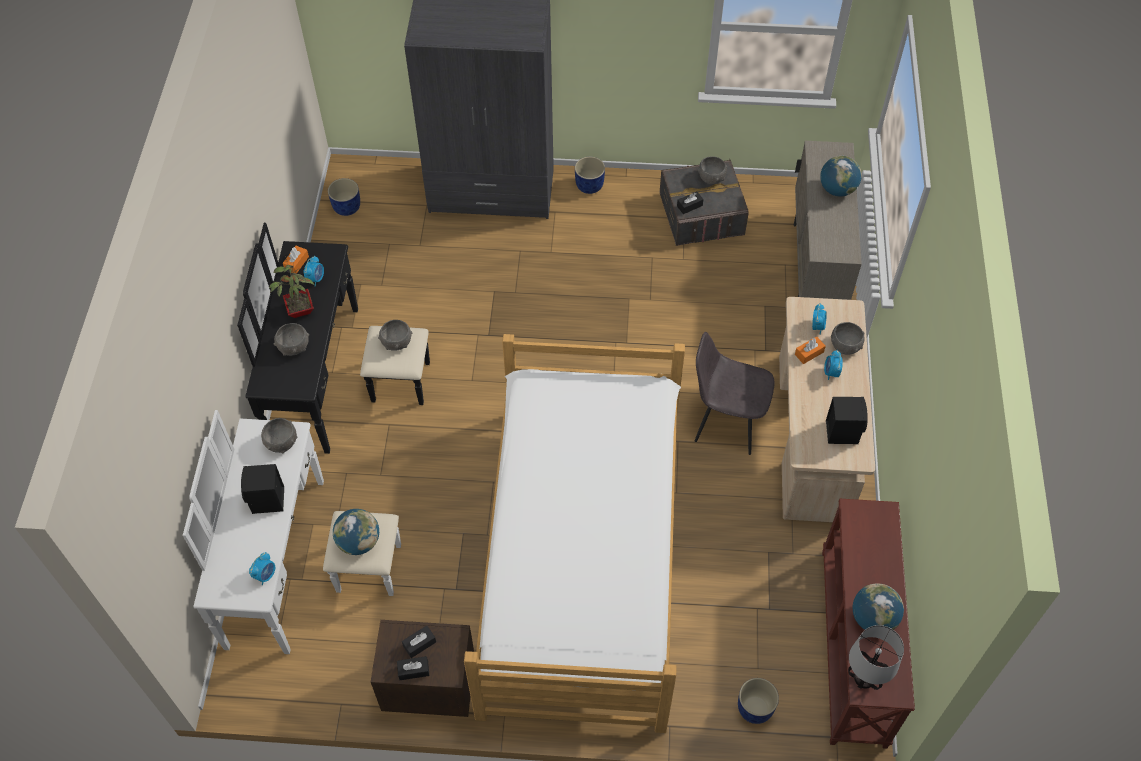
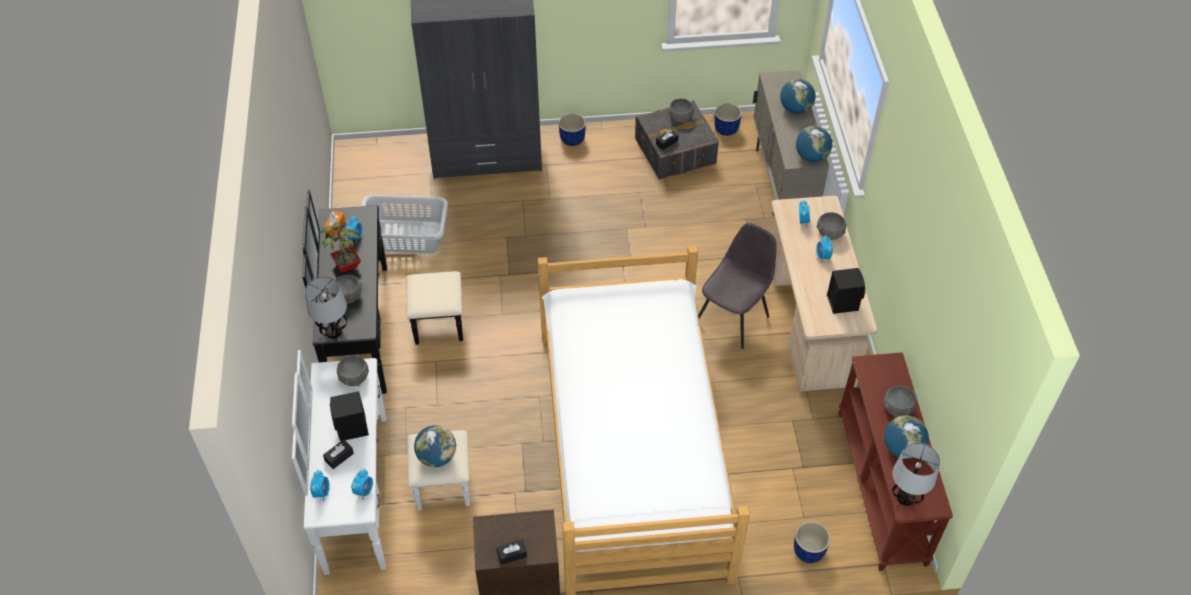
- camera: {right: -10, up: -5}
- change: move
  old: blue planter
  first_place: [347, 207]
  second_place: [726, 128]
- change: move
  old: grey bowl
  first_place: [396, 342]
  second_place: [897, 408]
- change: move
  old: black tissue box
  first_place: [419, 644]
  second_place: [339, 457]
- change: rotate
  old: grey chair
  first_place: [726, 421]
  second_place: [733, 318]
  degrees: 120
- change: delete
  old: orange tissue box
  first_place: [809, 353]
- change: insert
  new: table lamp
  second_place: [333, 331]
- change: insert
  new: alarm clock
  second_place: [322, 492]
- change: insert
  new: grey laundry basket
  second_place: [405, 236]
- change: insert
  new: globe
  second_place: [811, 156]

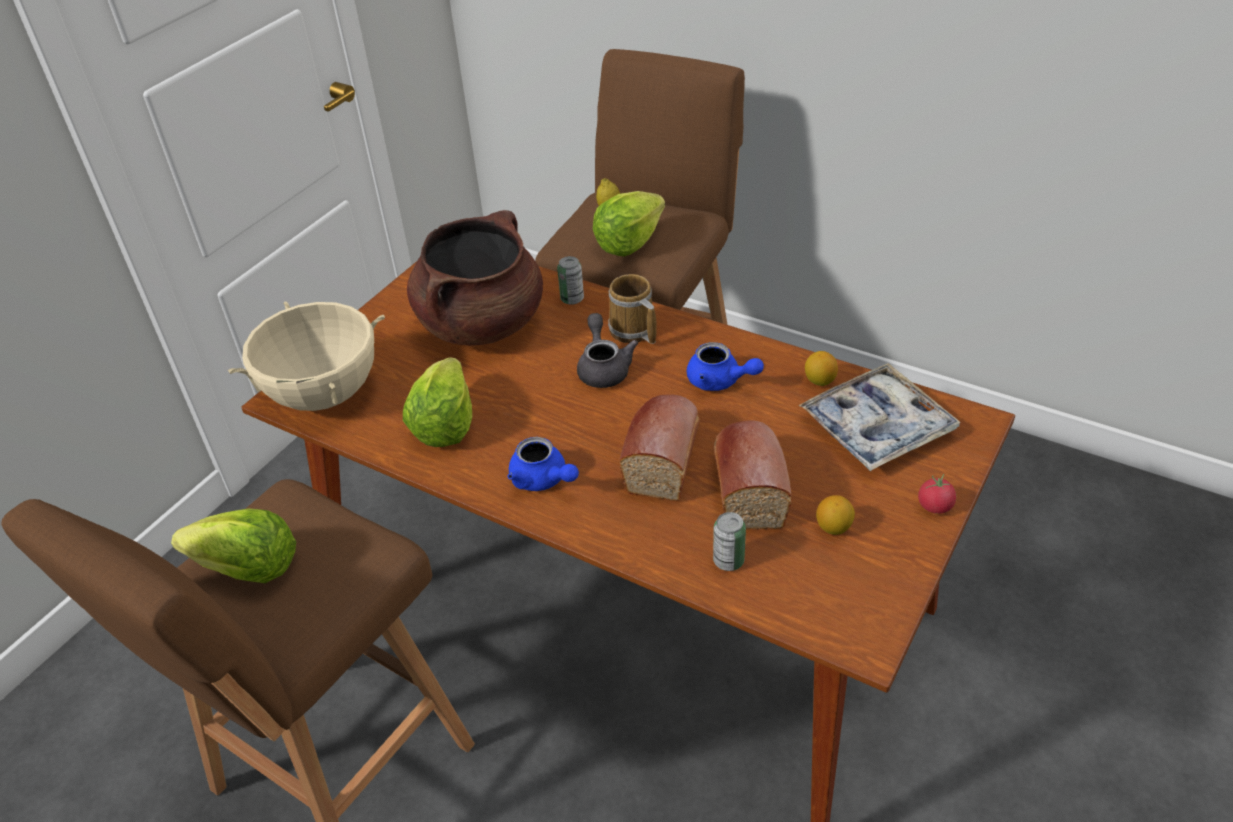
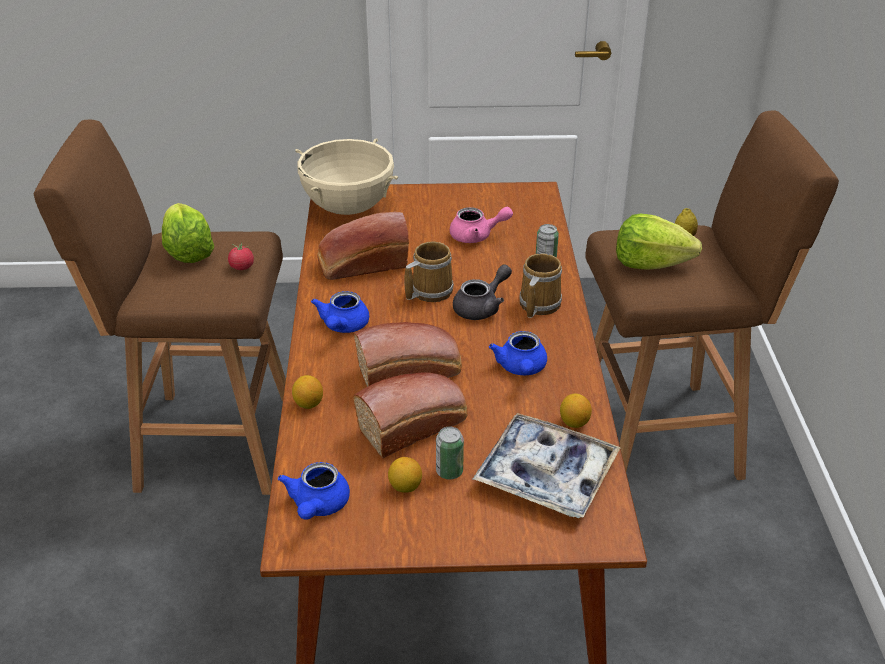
- camera: {right: 55, up: -5}
- change: replace
  old: lettuce
  new: bread
  first_place: [445, 424]
  second_place: [361, 264]
- change: replace
  old: brown cooking pot
  new: pink teapot
  first_place: [482, 323]
  second_place: [477, 236]
- change: move
  old: can
  first_place: [728, 561]
  second_place: [449, 471]
- change: move
  old: tomato
  first_place: [934, 506]
  second_place: [242, 267]
- change: insert
  new: blue teapot
  second_place: [317, 506]
- change: insert
  new: lemon
  second_place: [308, 404]
- change: insert
  new: mug
  second_place: [429, 291]

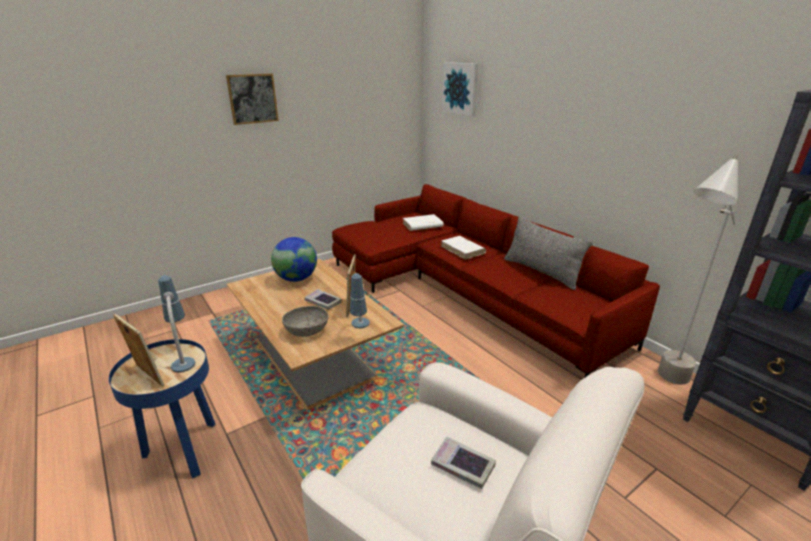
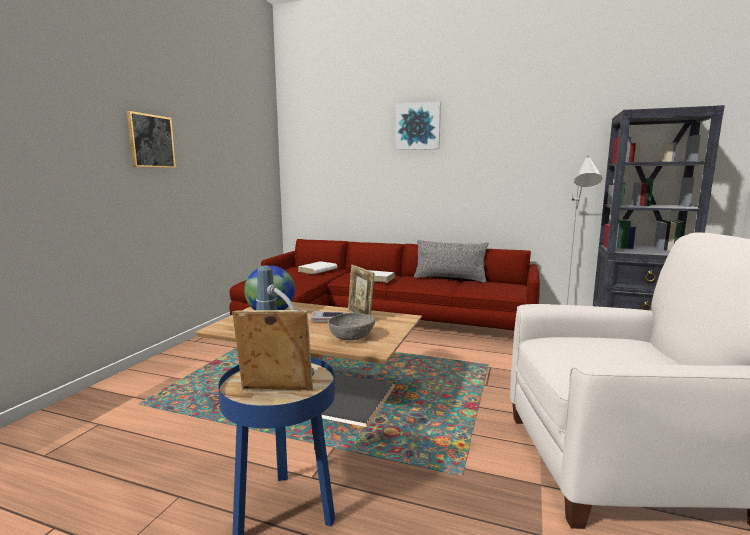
- camera: {right: -35, up: -15}
- change: delete
  old: table lamp
  first_place: [360, 330]
- change: delete
  old: book
  first_place: [462, 466]
- change: move
  old: picture
  first_place: [460, 88]
  second_place: [418, 126]

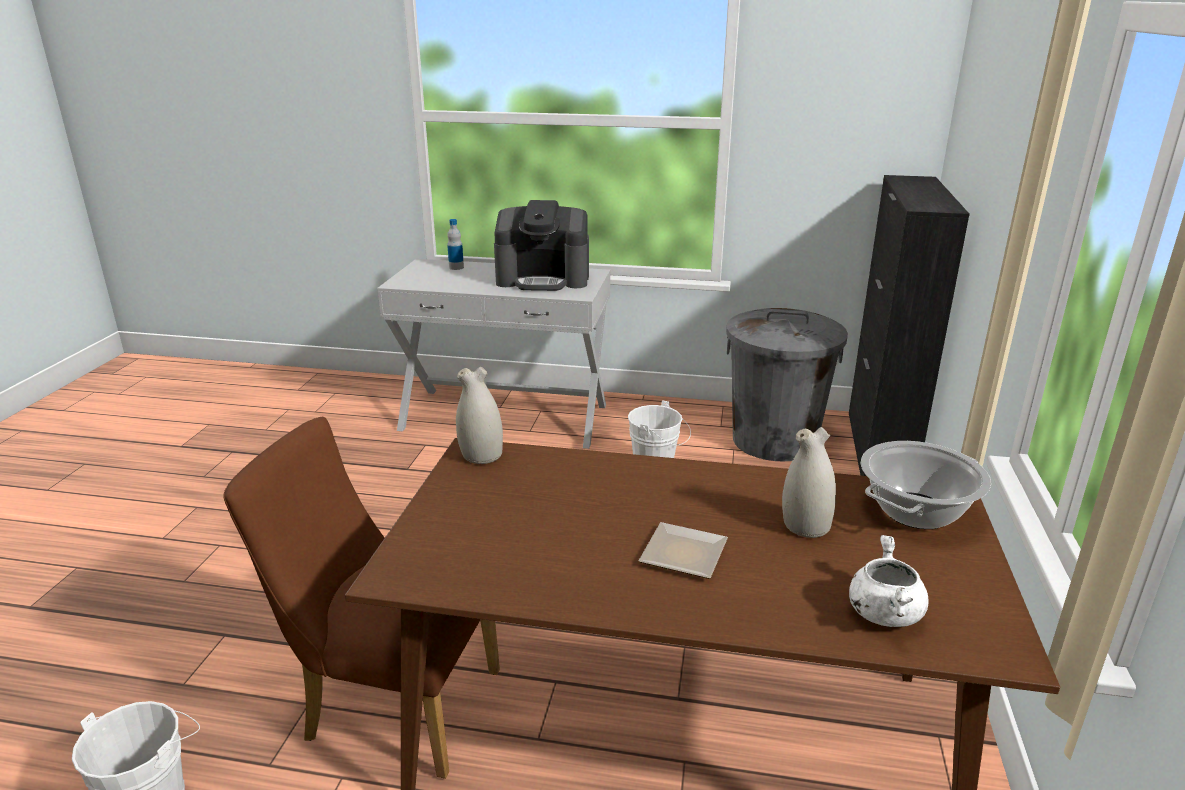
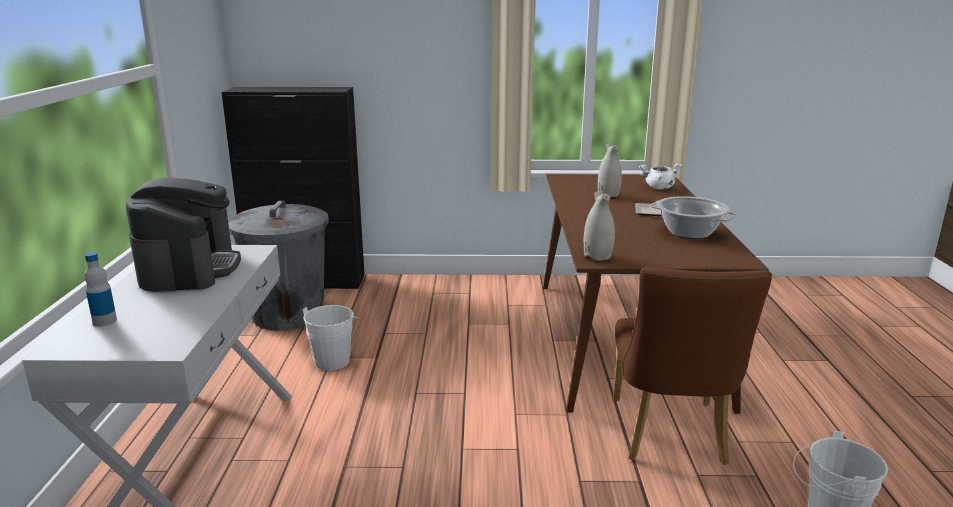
- camera: {right: -100, up: -5}
- change: move
  old: cooking pot
  first_place: [916, 511]
  second_place: [689, 232]

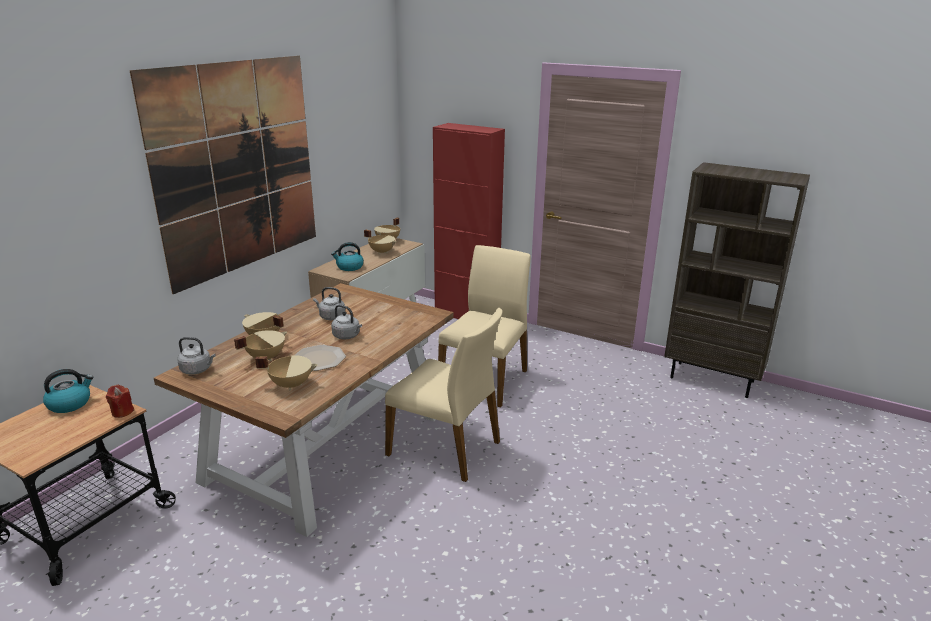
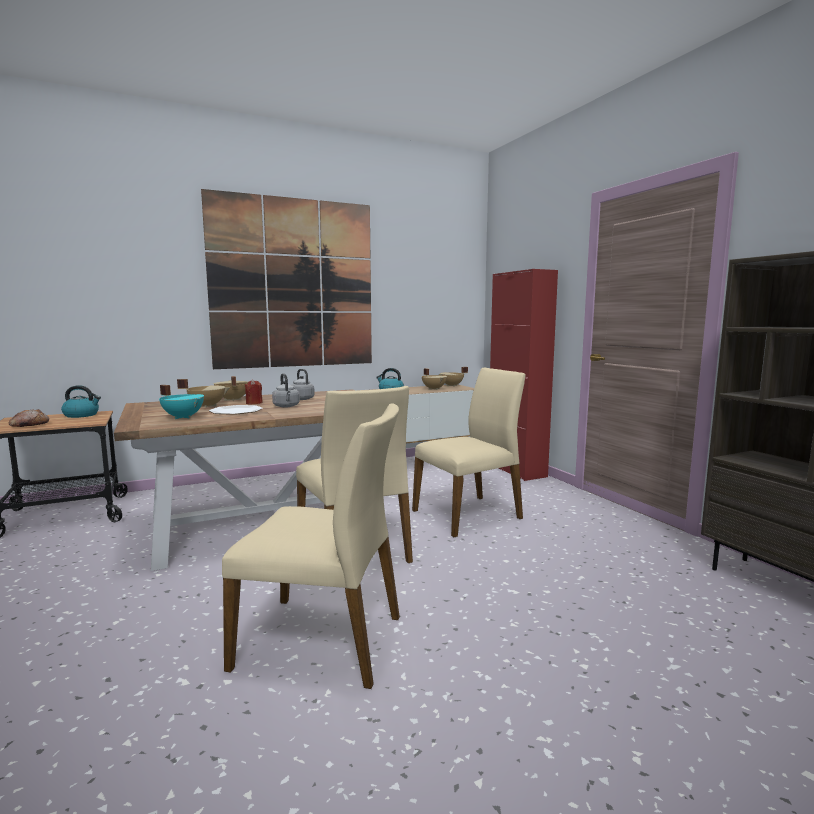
- camera: {right: 35, up: -15}
- change: move
  old: red candle
  first_place: [122, 412]
  second_place: [254, 403]
- change: delete
  old: grey kettle
  first_place: [197, 370]
- change: recolor
  old: beige cooking pot
  new: turquoise cooking pot
  first_place: [291, 384]
  second_place: [183, 417]
- change: insert
  new: bread
  second_place: [29, 425]
- change: insert
  new: beige chair
  second_place: [322, 640]

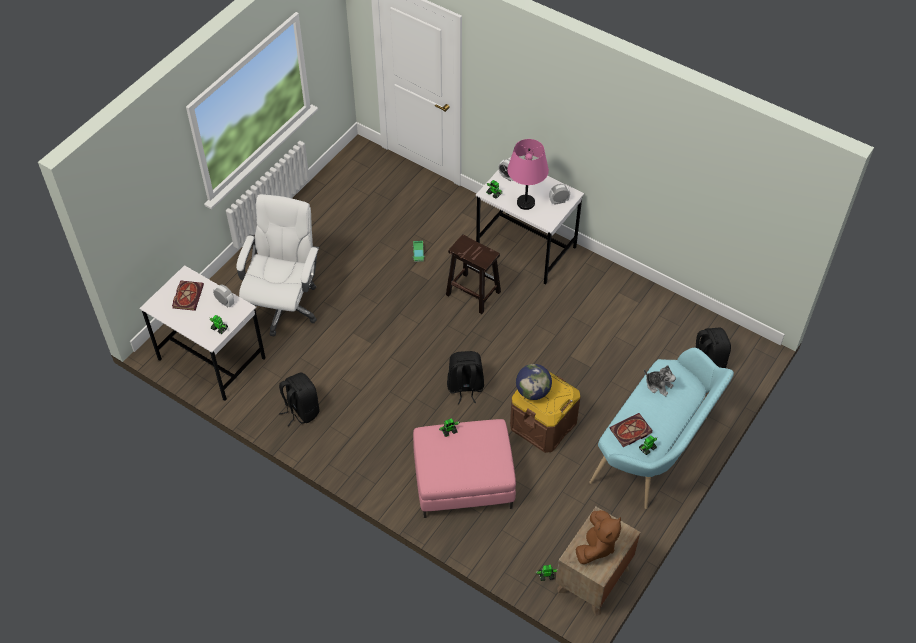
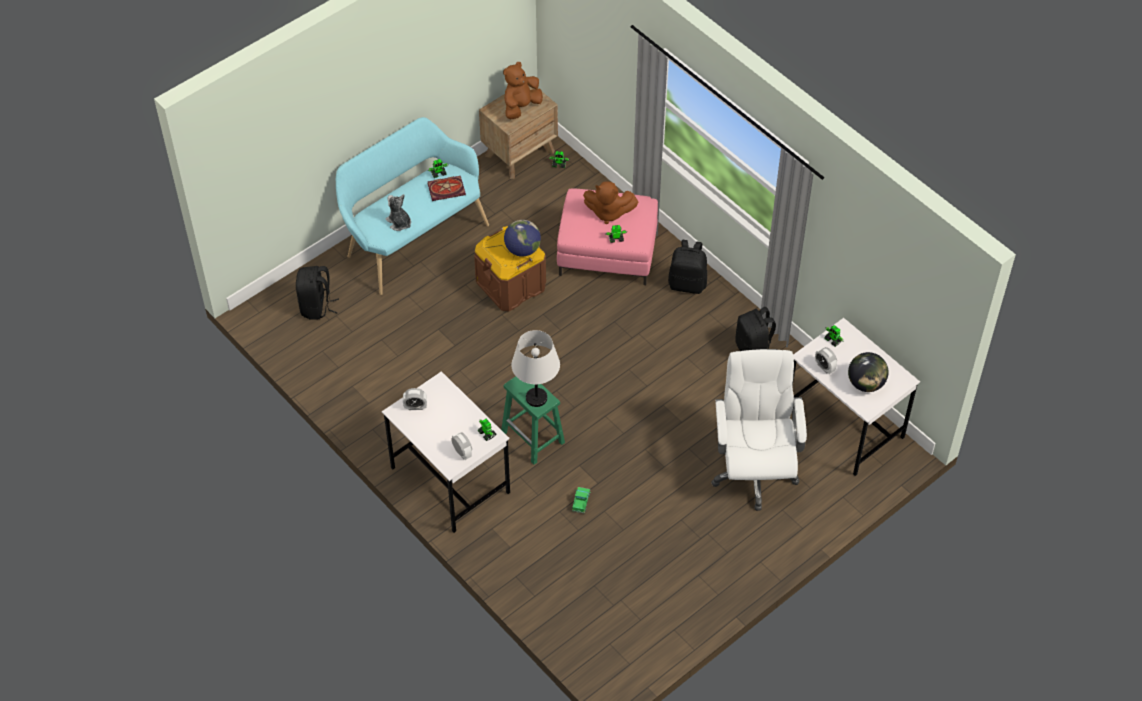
- camera: {right: -165, up: 0}
- change: replace
  old: book
  new: globe
  first_place: [187, 296]
  second_place: [865, 384]
- change: rotate
  old: white office chair
  first_place: [284, 305]
  second_place: [753, 471]
  degrees: 150
- change: recolor
  old: brown stool
  new: green stool
  first_place: [472, 293]
  second_place: [533, 438]
- change: move
  old: black backpack
  first_place: [465, 387]
  second_place: [687, 283]
- change: delete
  old: pink table lamp
  first_place: [525, 203]
- change: insert
  new: white table lamp
  second_place: [536, 398]
- change: insert
  new: brown plush toy
  second_place: [608, 212]

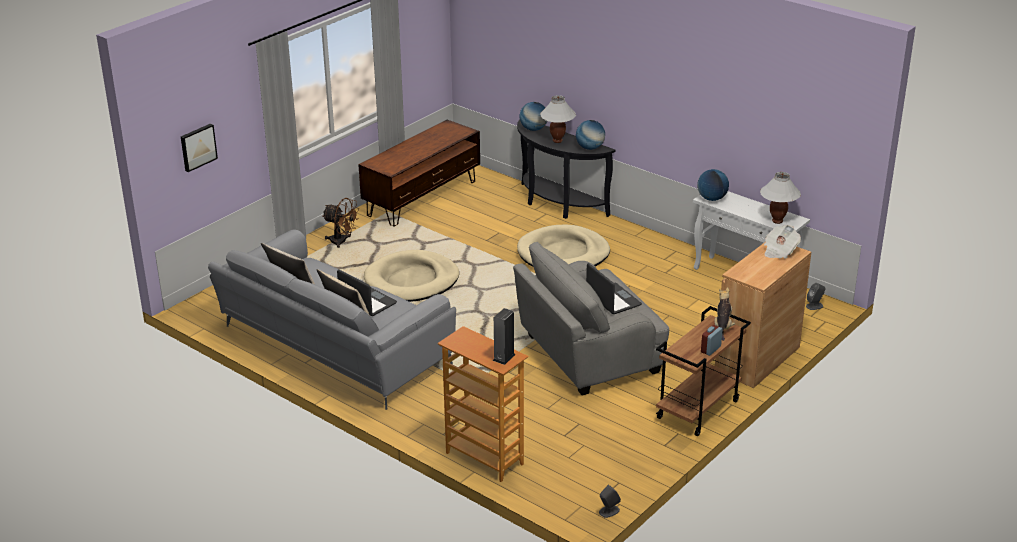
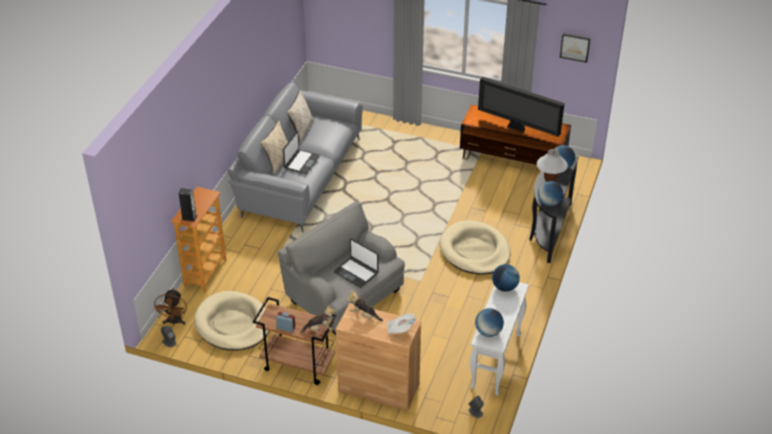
- camera: {right: 70, up: 10}
- change: move
  old: picture
  first_place: [197, 147]
  second_place: [575, 46]
- change: move
  old: brown fan
  first_place: [342, 242]
  second_place: [174, 322]
- change: move
  old: beige dog bed
  first_place: [412, 280]
  second_place: [233, 324]
- change: rotate
  old: laptop
  first_place: [612, 300]
  second_place: [356, 272]
  degrees: 90
- change: replace
  old: white table lamp
  new: globe
  first_place: [777, 221]
  second_place: [488, 332]
- change: insert
  new: plush toy
  second_place: [364, 315]
- change: insert
  new: television
  second_place: [517, 129]

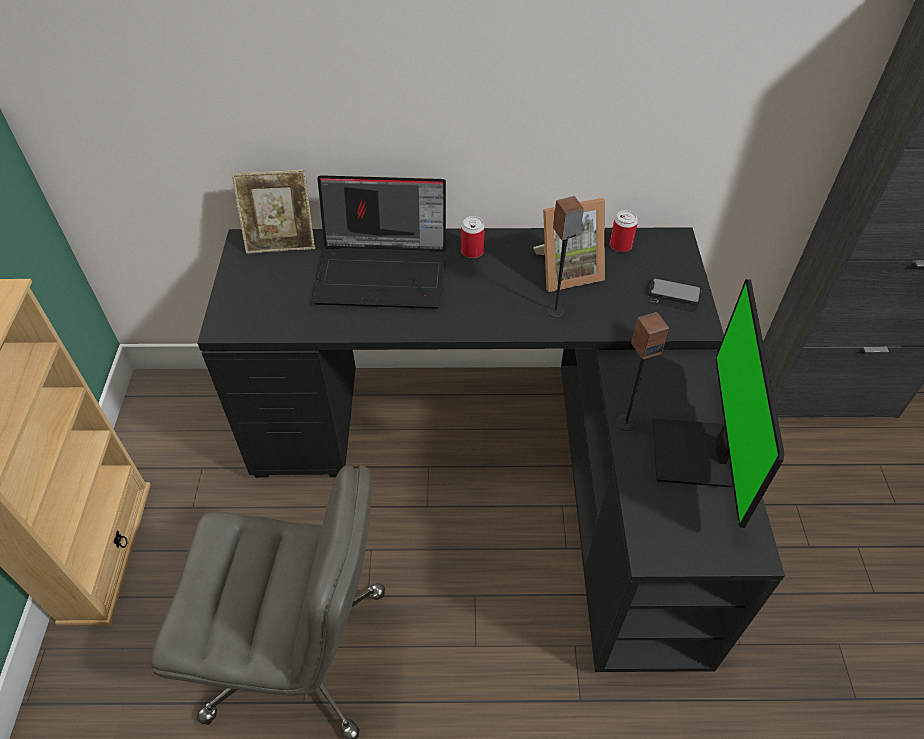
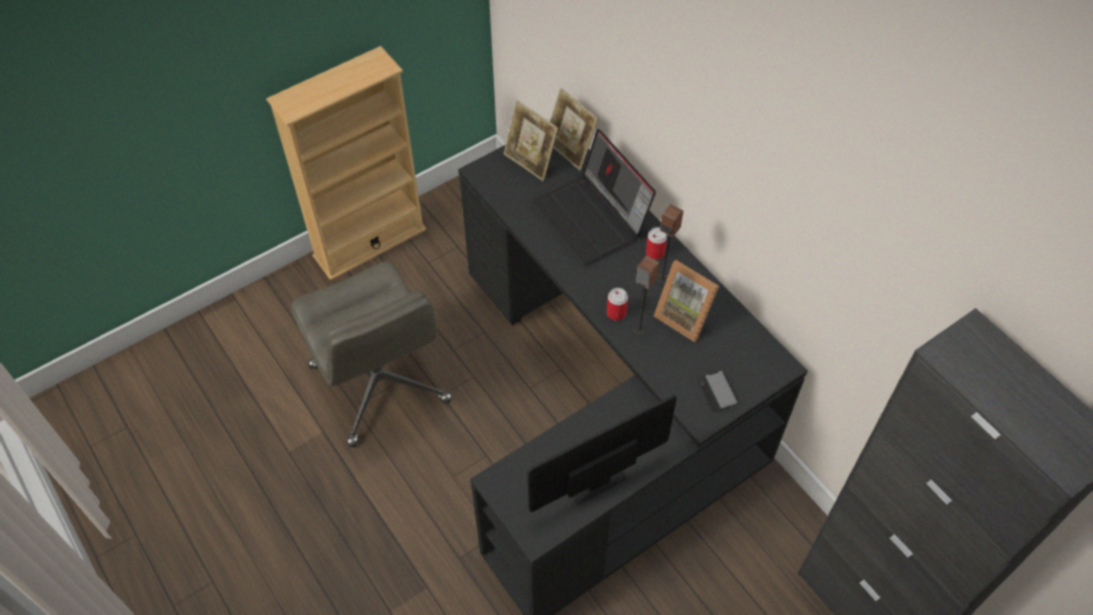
- camera: {right: 55, up: 5}
- change: move
  old: can
  first_place: [620, 245]
  second_place: [616, 313]
- change: move
  old: speaker
  first_place: [625, 422]
  second_place: [662, 280]
- change: insert
  new: picture frame
  second_place: [530, 162]

